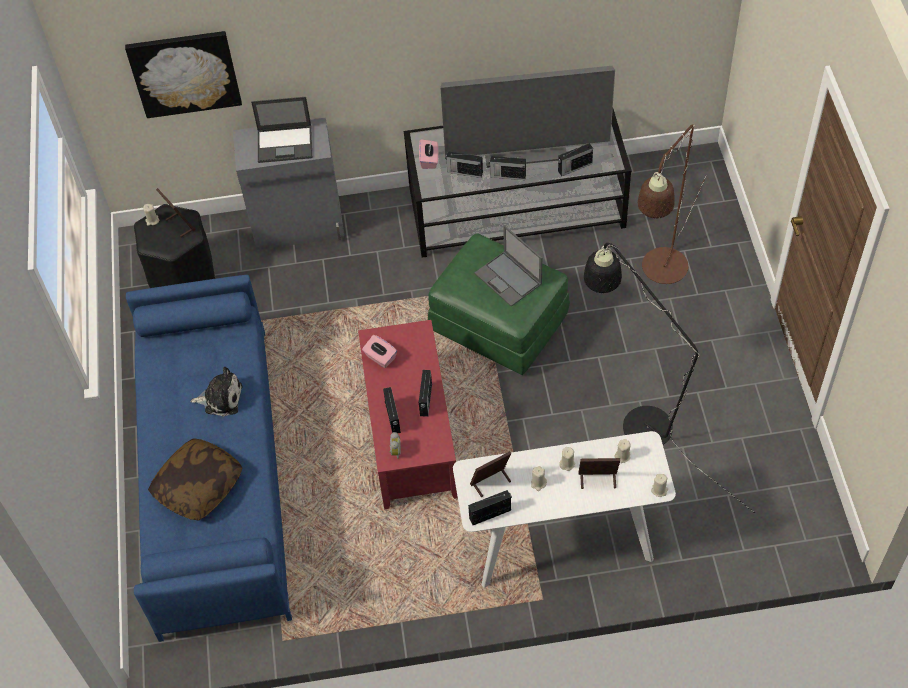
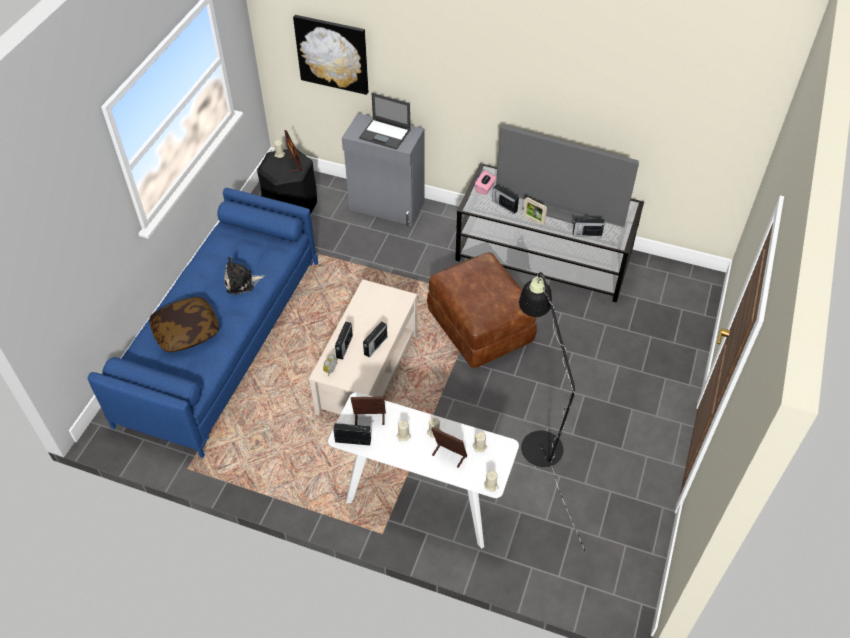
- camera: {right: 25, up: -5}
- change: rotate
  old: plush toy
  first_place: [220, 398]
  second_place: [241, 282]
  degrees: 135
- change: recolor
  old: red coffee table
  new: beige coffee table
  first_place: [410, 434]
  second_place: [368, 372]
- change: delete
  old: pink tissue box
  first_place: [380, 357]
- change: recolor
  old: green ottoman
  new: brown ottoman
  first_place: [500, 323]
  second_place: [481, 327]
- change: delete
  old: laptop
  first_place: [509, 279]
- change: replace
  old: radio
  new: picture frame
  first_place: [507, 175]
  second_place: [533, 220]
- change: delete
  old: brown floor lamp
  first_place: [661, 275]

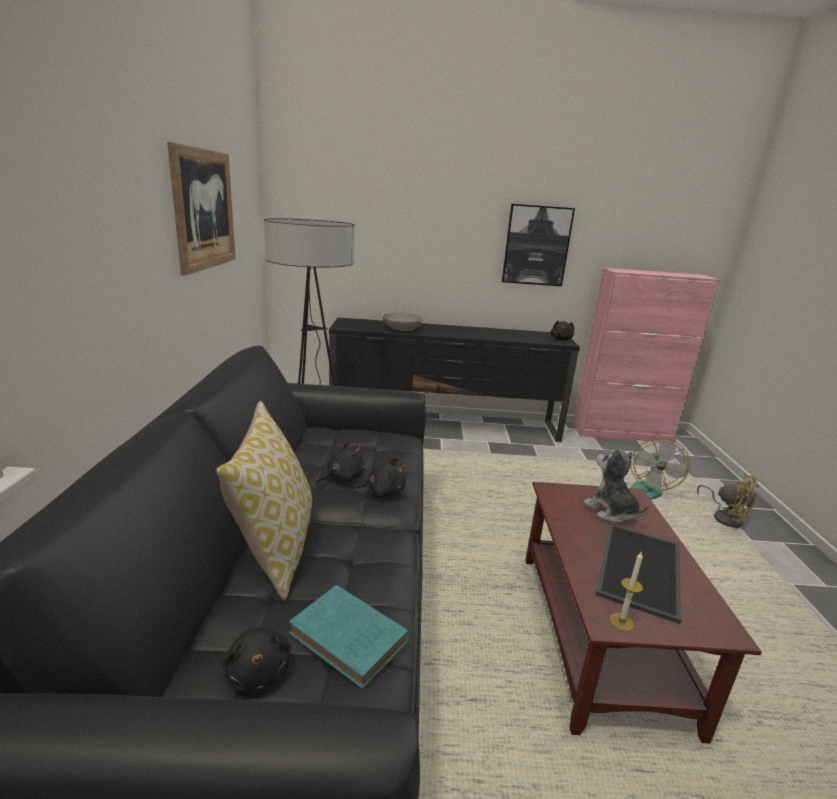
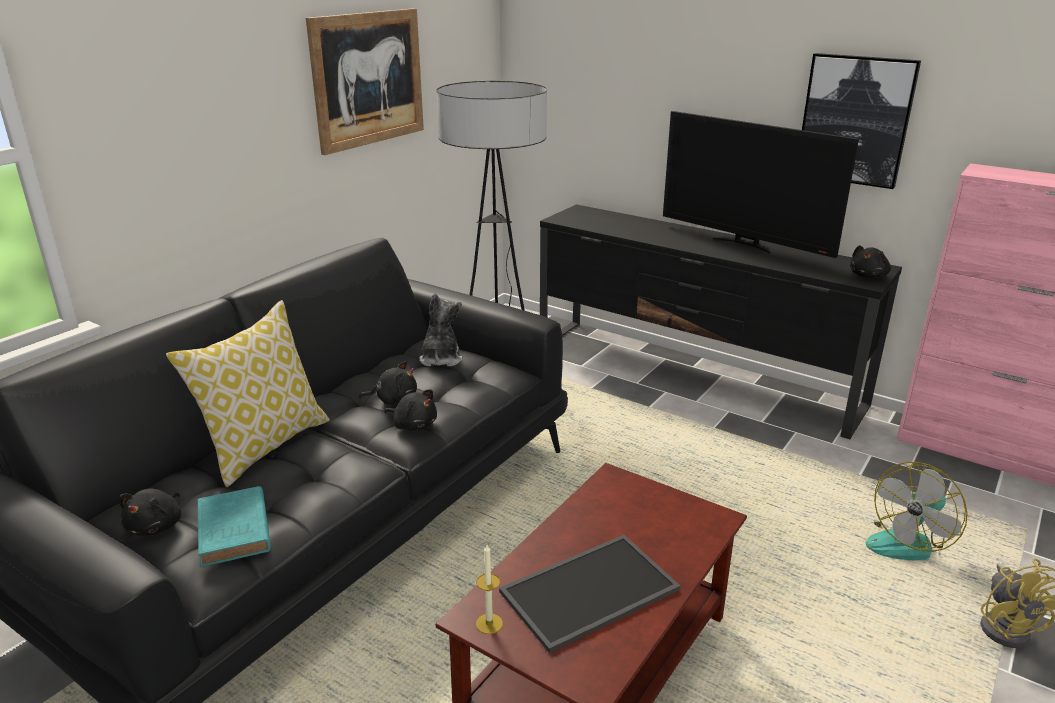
- camera: {right: 35, up: 5}
- change: delete
  old: grey bowl
  first_place: [402, 329]
- change: move
  old: plush toy
  first_place: [611, 511]
  second_place: [440, 359]
- change: insert
  new: television
  second_place: [744, 244]

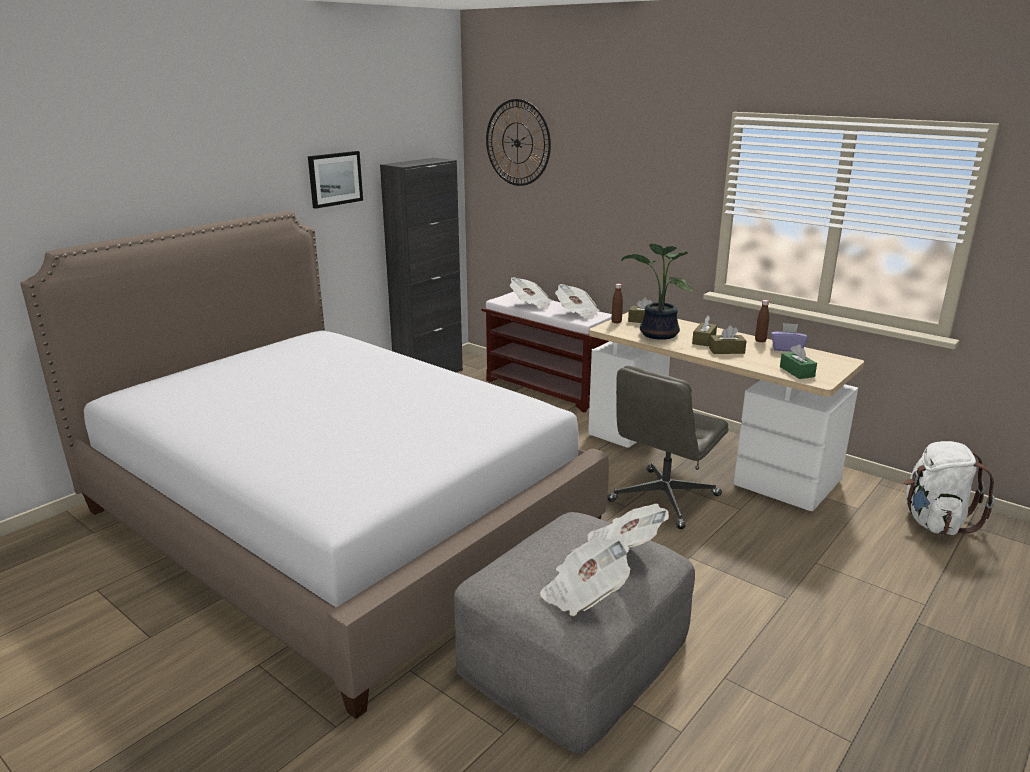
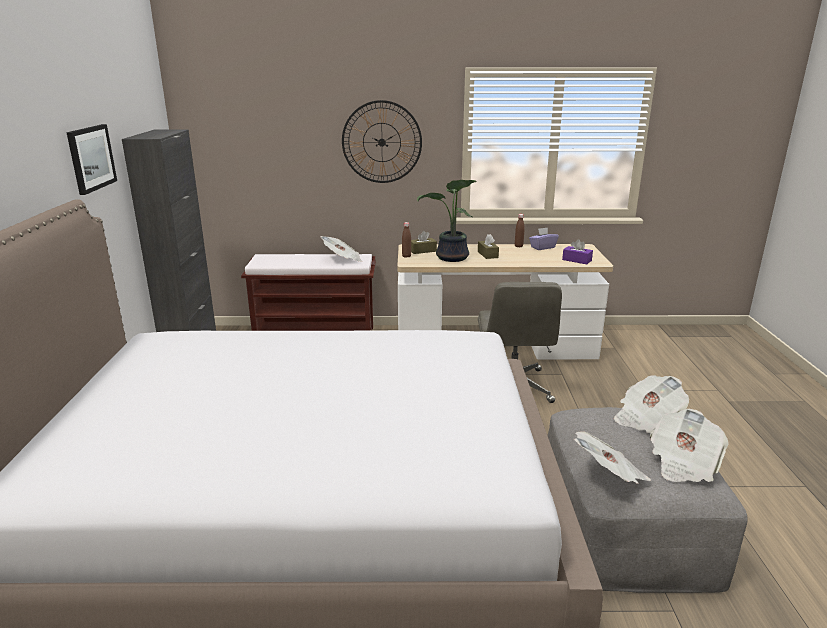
- camera: {right: -40, up: 0}
- change: move
  old: wall clock
  first_place: [517, 143]
  second_place: [381, 142]
- change: move
  old: newspaper
  first_place: [531, 305]
  second_place: [609, 475]
- change: delete
  old: brown tissue box
  first_place: [726, 351]
- change: recolor
  old: green tissue box
  new: purple tissue box
  first_place: [797, 372]
  second_place: [576, 260]
- change: delete
  old: white backpack
  first_place: [934, 522]

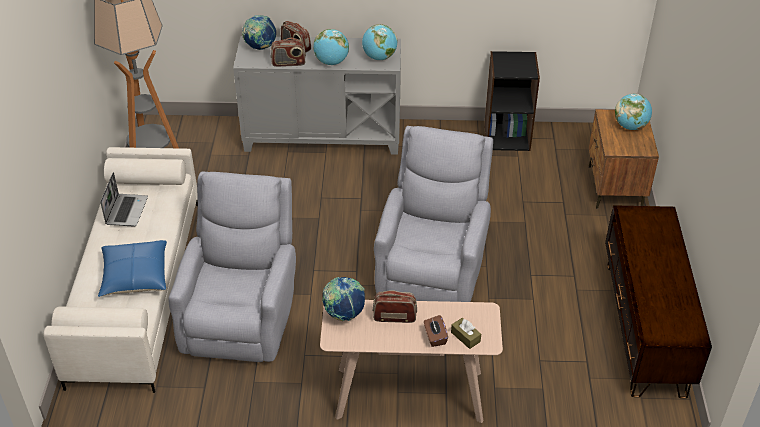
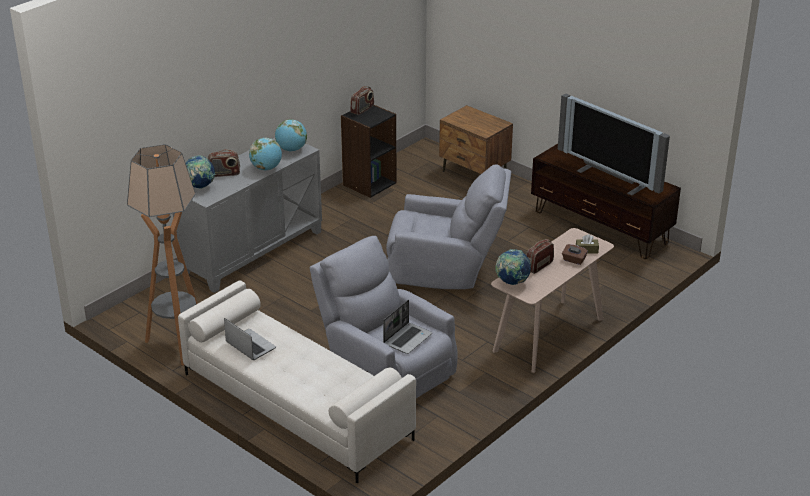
- camera: {right: -50, up: -10}
- change: delete
  old: blue pillow
  first_place: [135, 276]
- change: move
  old: radio
  first_place: [288, 63]
  second_place: [362, 110]
- change: rotate
  old: grey armchair
  first_place: [432, 263]
  second_place: [446, 270]
  degrees: 135
- change: delete
  old: globe
  first_place: [630, 126]
- change: insert
  new: laptop
  second_place: [407, 339]
- change: insert
  new: television
  second_place: [612, 178]

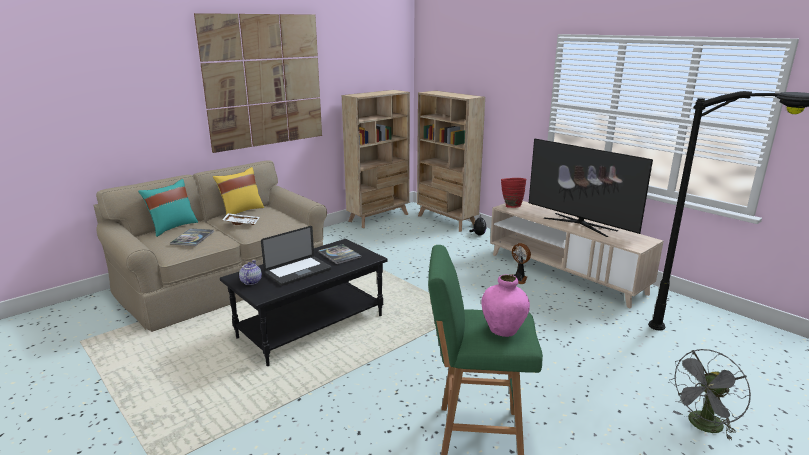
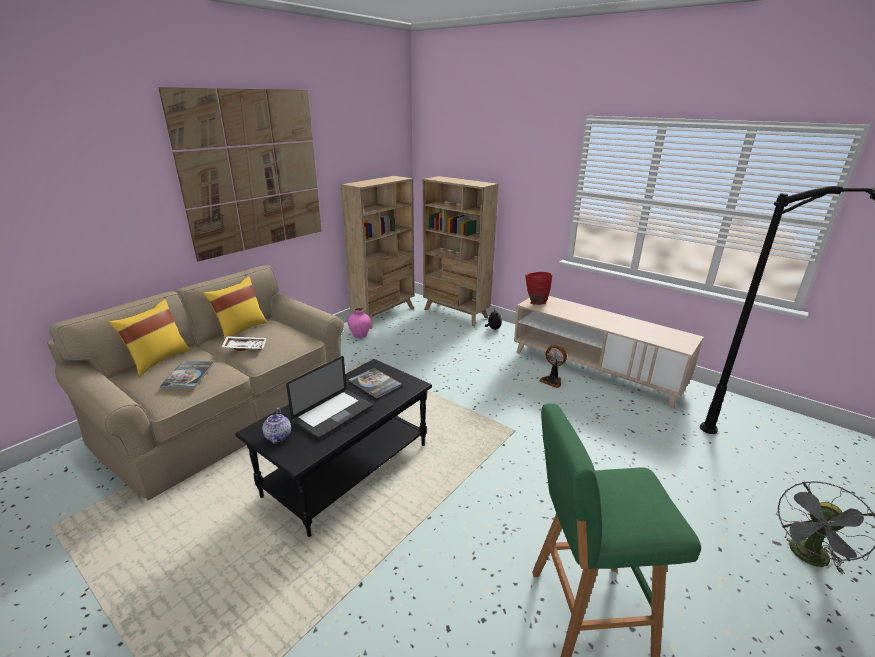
- camera: {right: -10, up: 5}
- change: recolor
  old: turquoise pillow
  new: yellow pillow
  first_place: [172, 227]
  second_place: [158, 360]
- change: move
  old: pink vase
  first_place: [503, 330]
  second_place: [360, 335]
- change: delete
  old: television
  first_place: [579, 224]

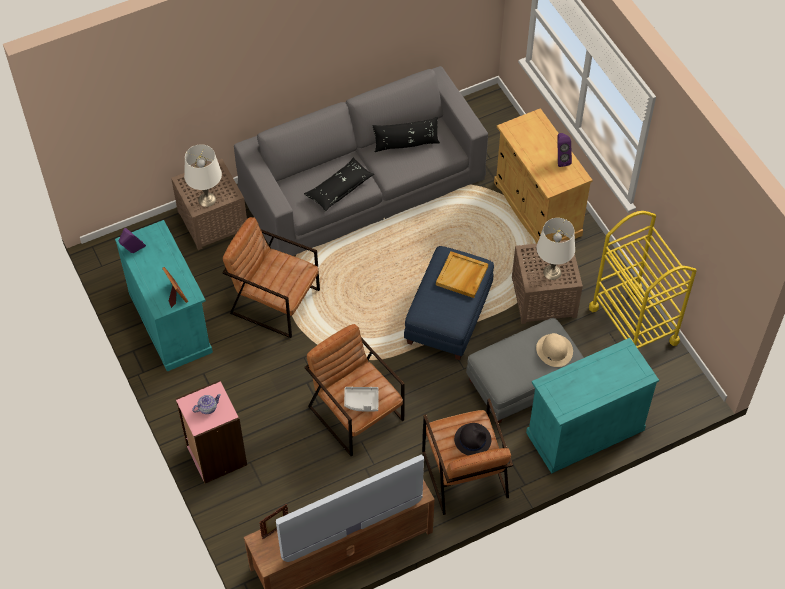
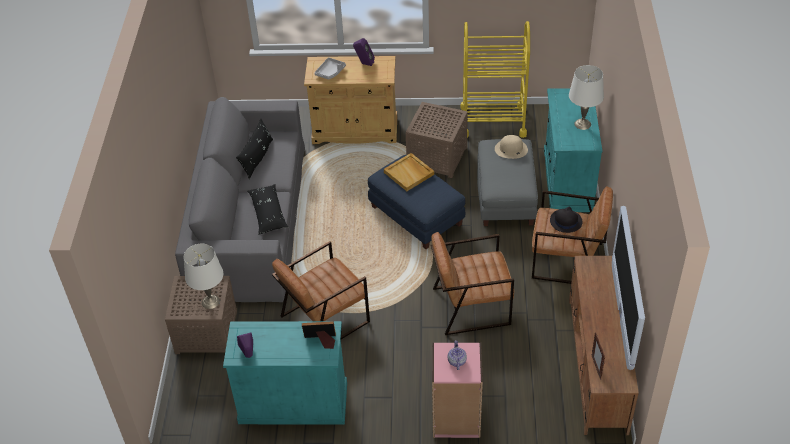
- camera: {right: -60, up: -10}
- change: move
  old: grey tray
  first_place: [361, 401]
  second_place: [330, 72]
- change: move
  old: white table lamp
  first_place: [552, 272]
  second_place: [582, 124]

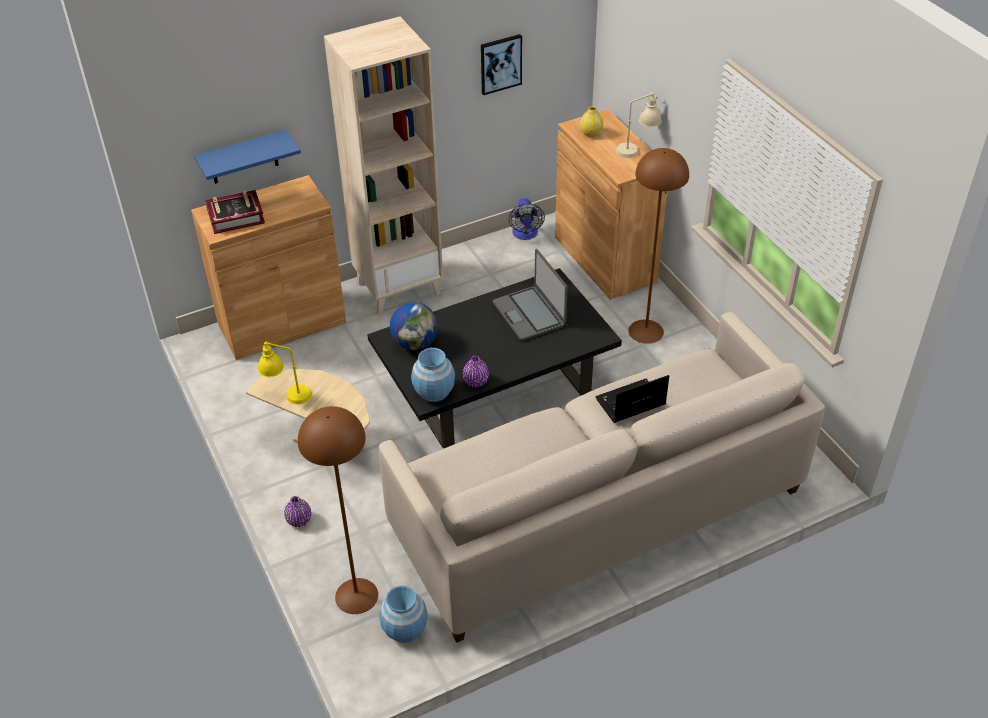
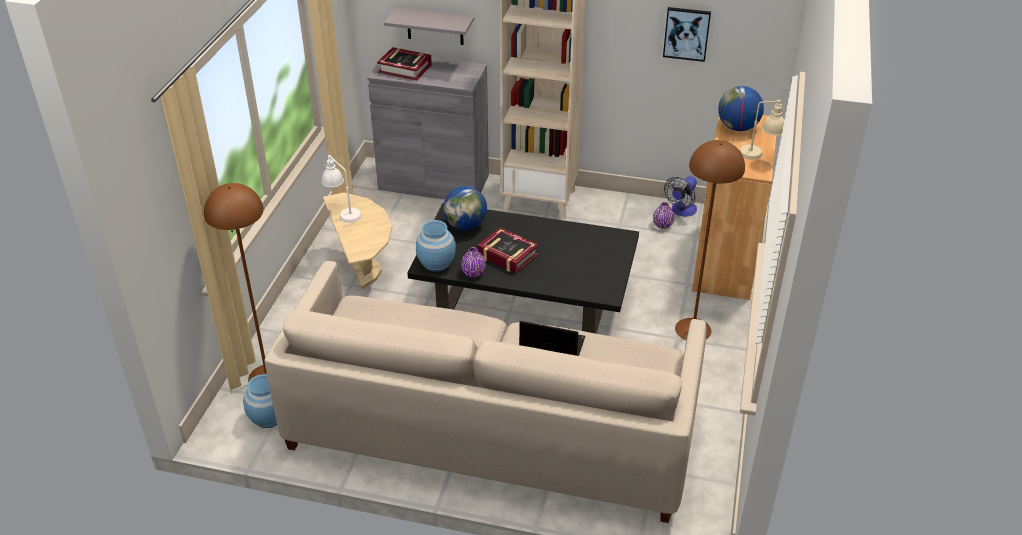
- camera: {right: 40, up: -5}
- change: recolor
  old: brown cabinet
  new: grey cabinet
  first_place: [282, 323]
  second_place: [433, 182]
- change: recolor
  old: blue shelf
  new: grey shelf
  first_place: [243, 158]
  second_place: [435, 26]
- change: recolor
  old: yellow table lamp
  new: white table lamp
  first_place: [287, 396]
  second_place: [343, 213]
- change: move
  old: purple vase
  first_place: [299, 520]
  second_place: [662, 225]
- change: delete
  old: laptop
  first_place: [529, 314]
- change: replace
  old: yellow vase
  new: globe
  first_place: [591, 133]
  second_place: [737, 127]
- change: insert
  new: book
  second_place: [507, 255]

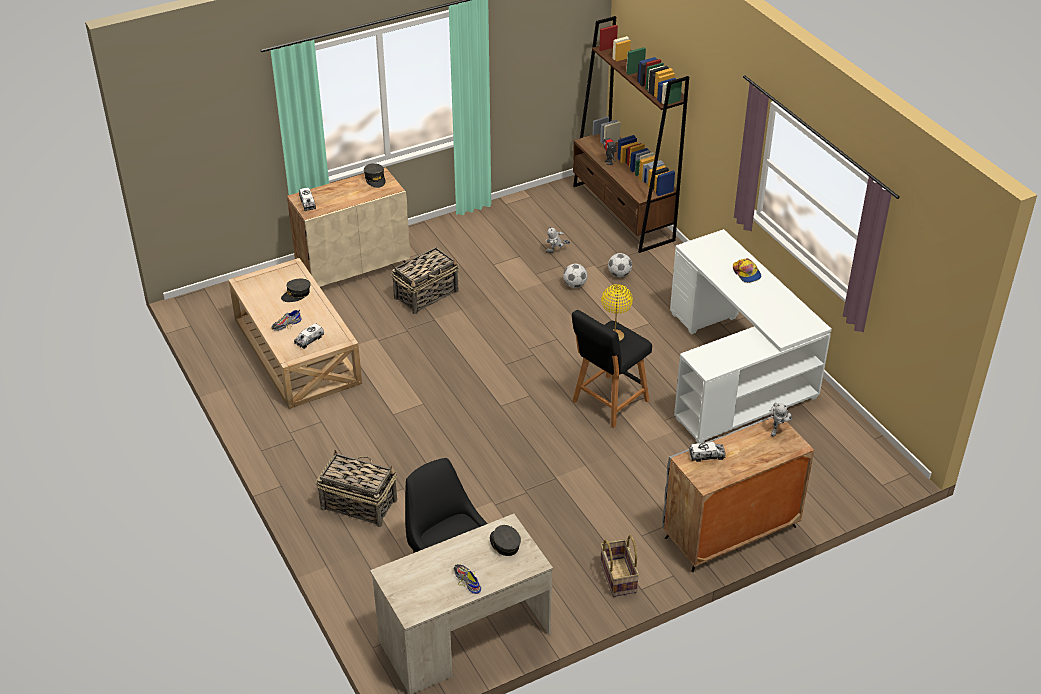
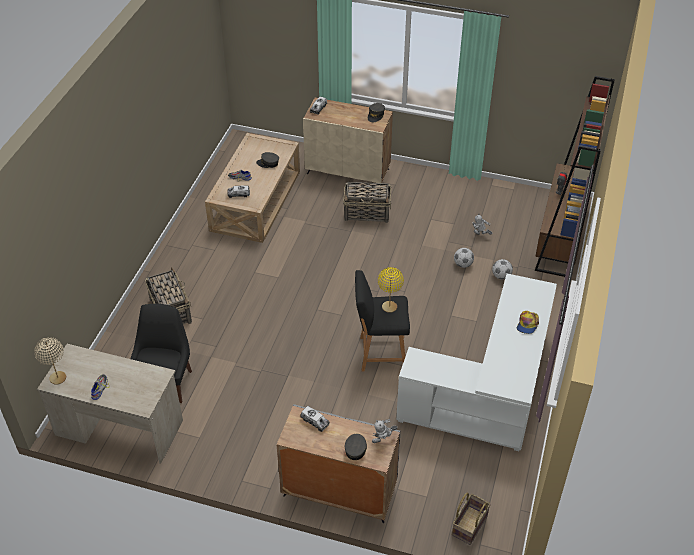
- camera: {right: 45, up: 5}
- change: move
  old: grey cap
  first_place: [504, 544]
  second_place: [355, 449]
- change: move
  old: basket
  first_place: [617, 577]
  second_place: [469, 525]
- change: insert
  new: beige table lamp
  second_place: [57, 378]

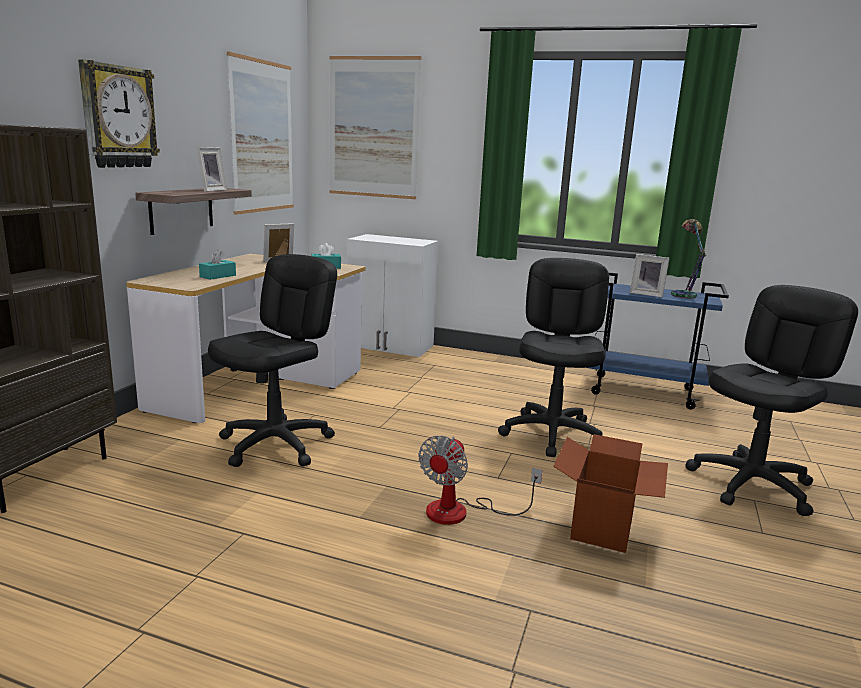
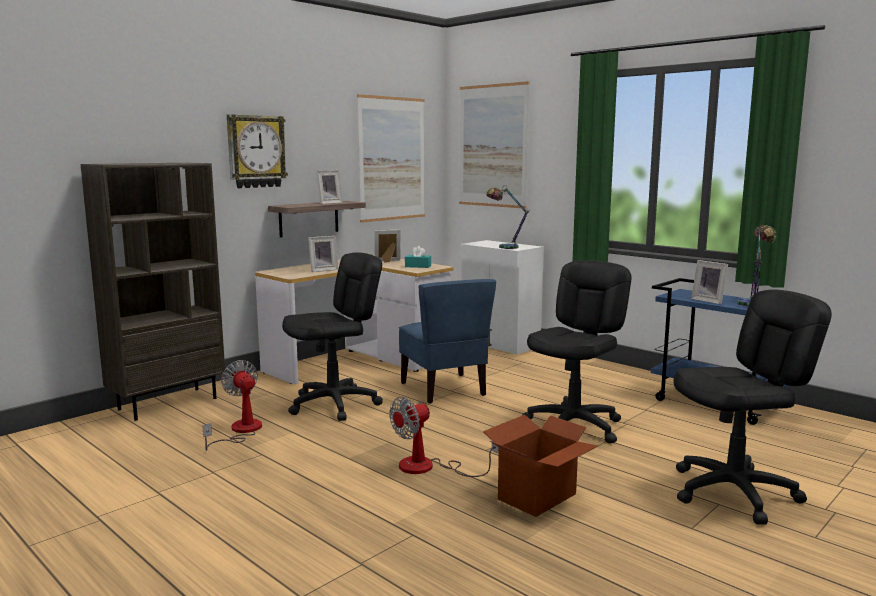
- camera: {right: 25, up: -5}
- change: replace
  old: turquoise tissue box
  new: picture frame
  first_place: [218, 276]
  second_place: [323, 270]
- change: insert
  new: fan
  second_place: [240, 431]
- change: insert
  new: blue chair
  second_place: [444, 389]
- change: insert
  new: table lamp
  second_place: [504, 247]

